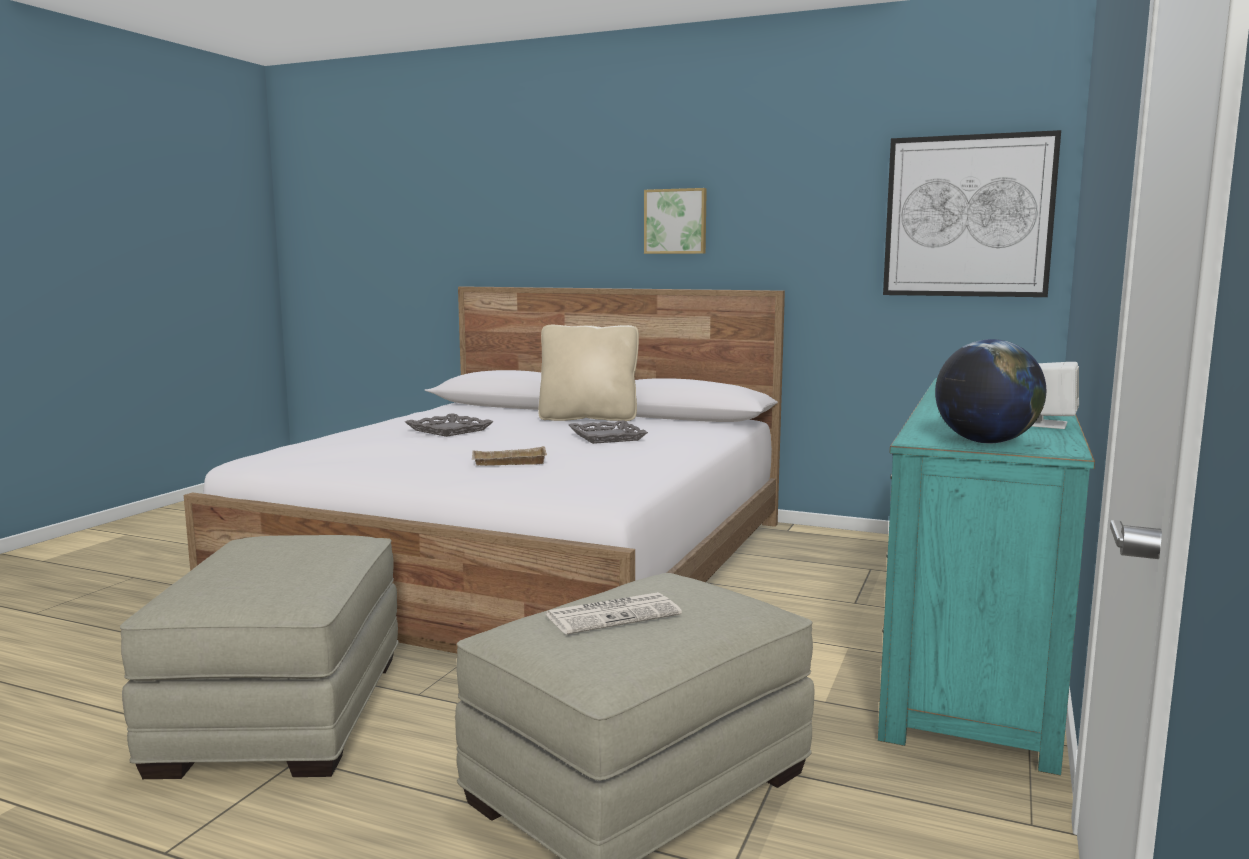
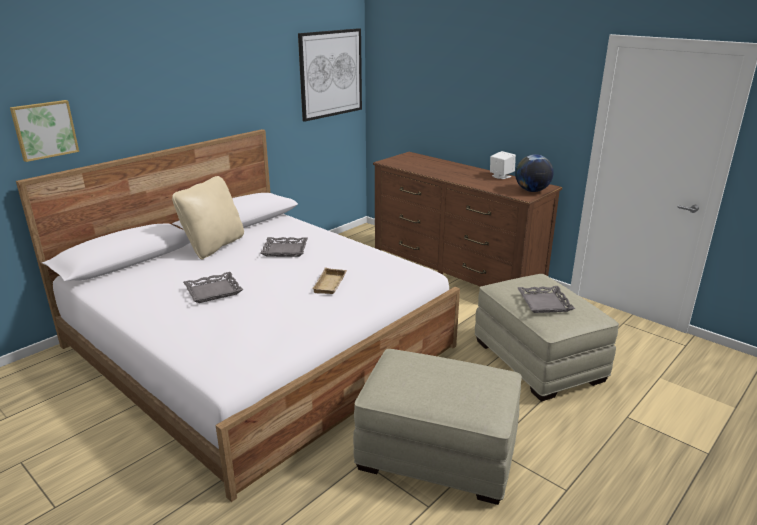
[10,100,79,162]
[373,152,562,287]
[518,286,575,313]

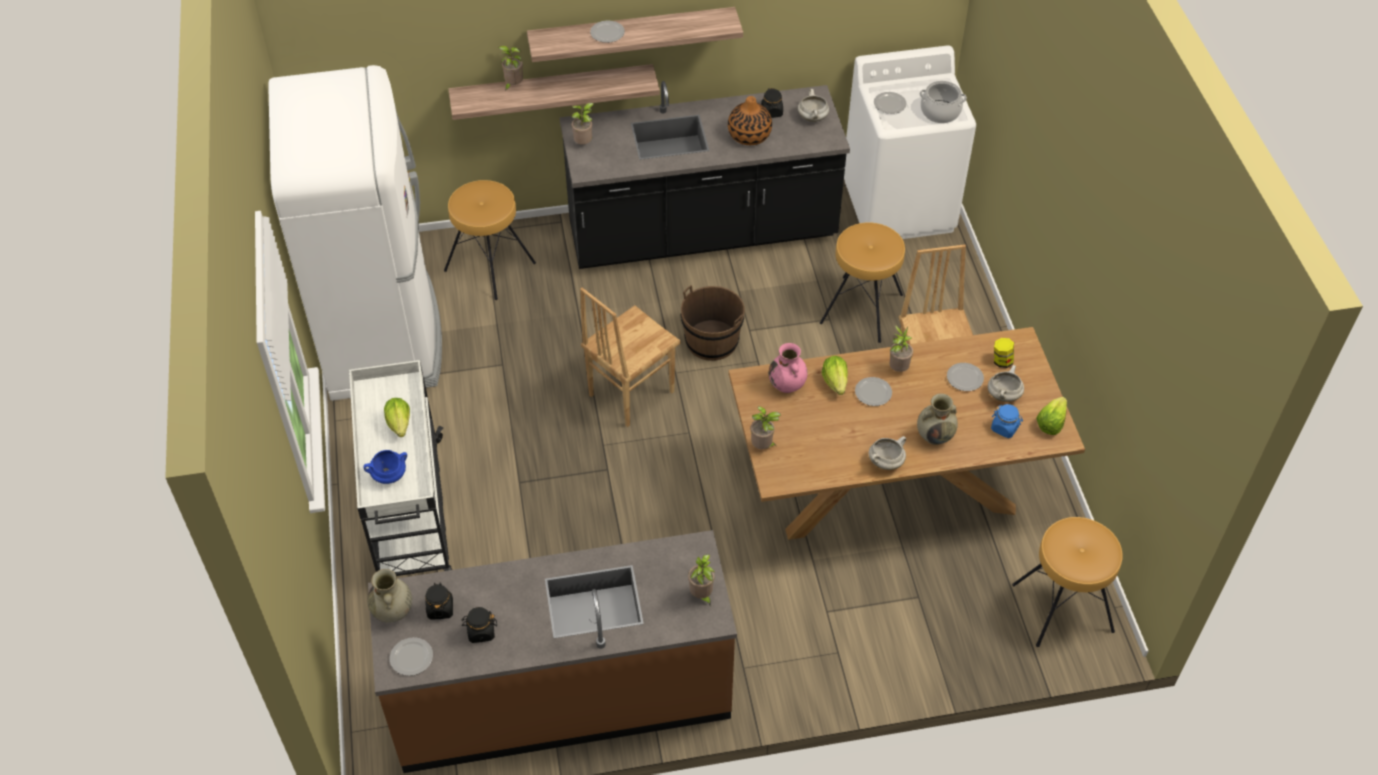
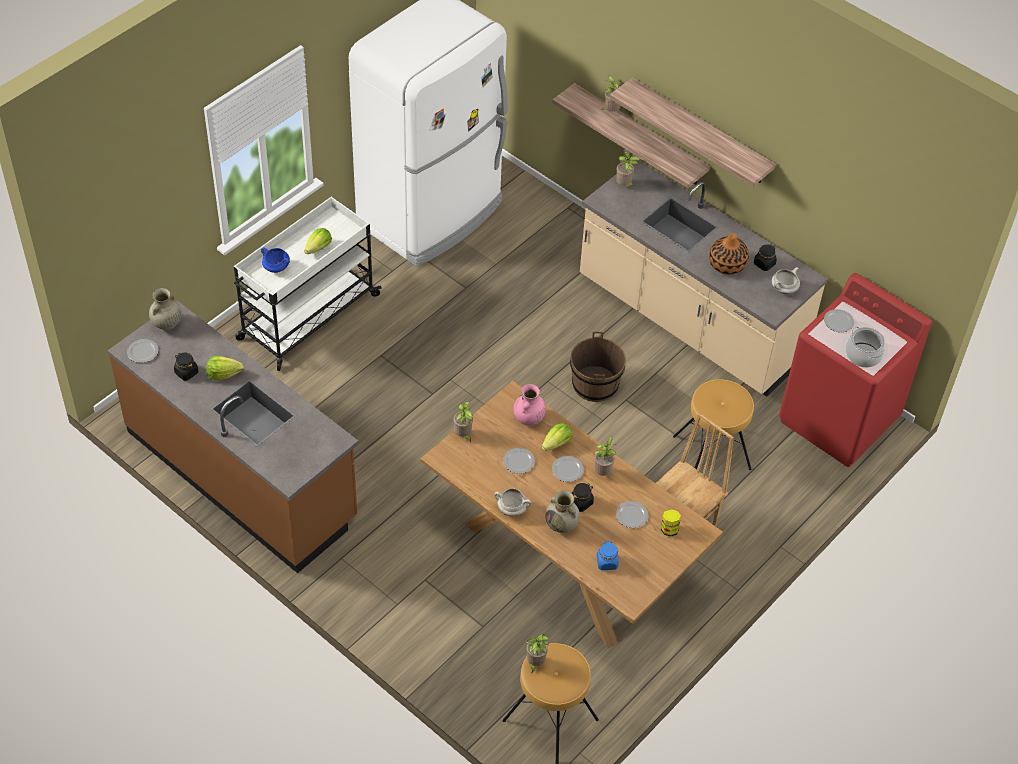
[206,356,244,380]
[503,448,535,474]
[526,634,549,672]
[572,483,594,512]
[580,160,828,397]
[779,273,932,467]
[444,180,536,300] (first image)
[580,288,681,427] (first image)
[988,365,1024,402] (first image)

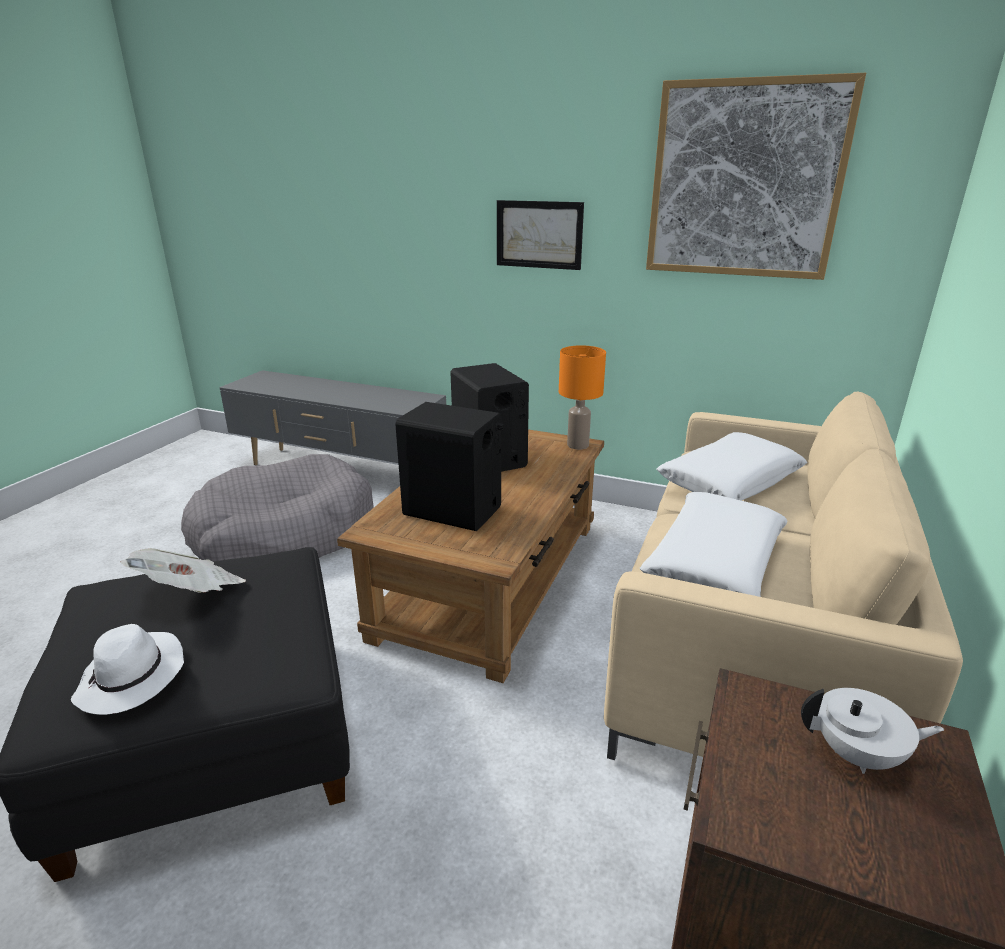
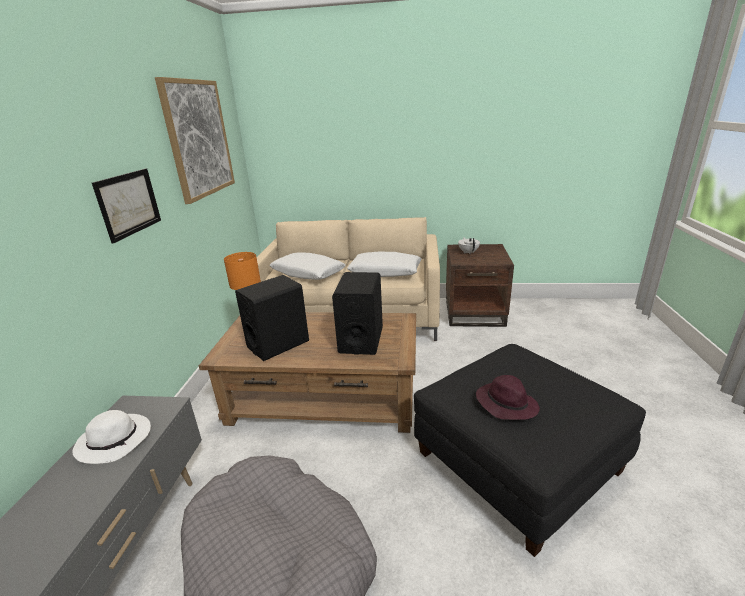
[72,410,151,464]
[476,375,540,420]

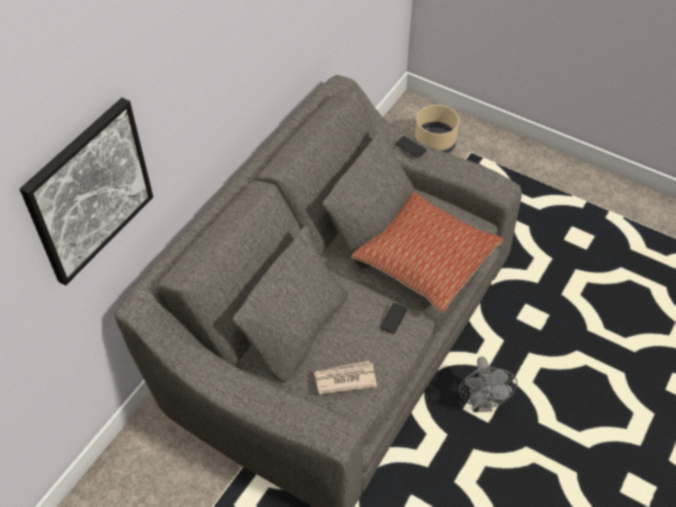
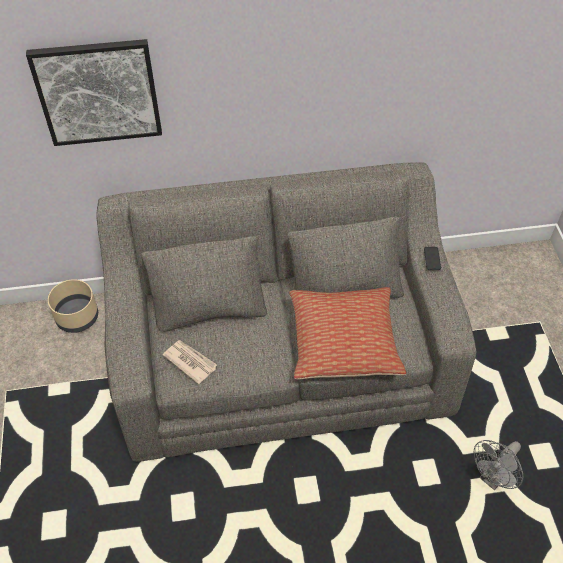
[48,279,98,333]
[474,440,524,490]
[380,303,407,334] (first image)

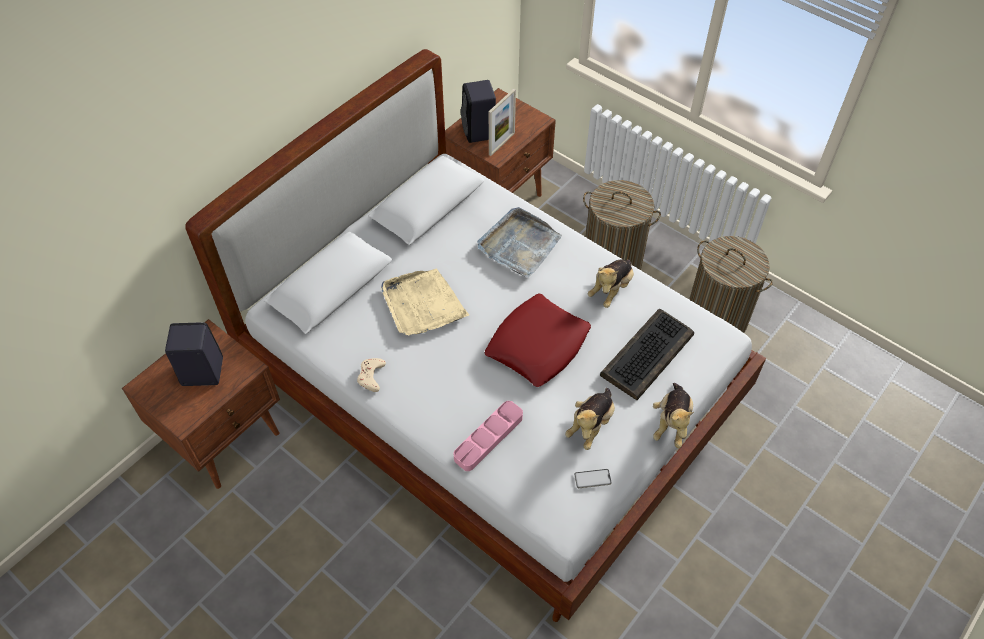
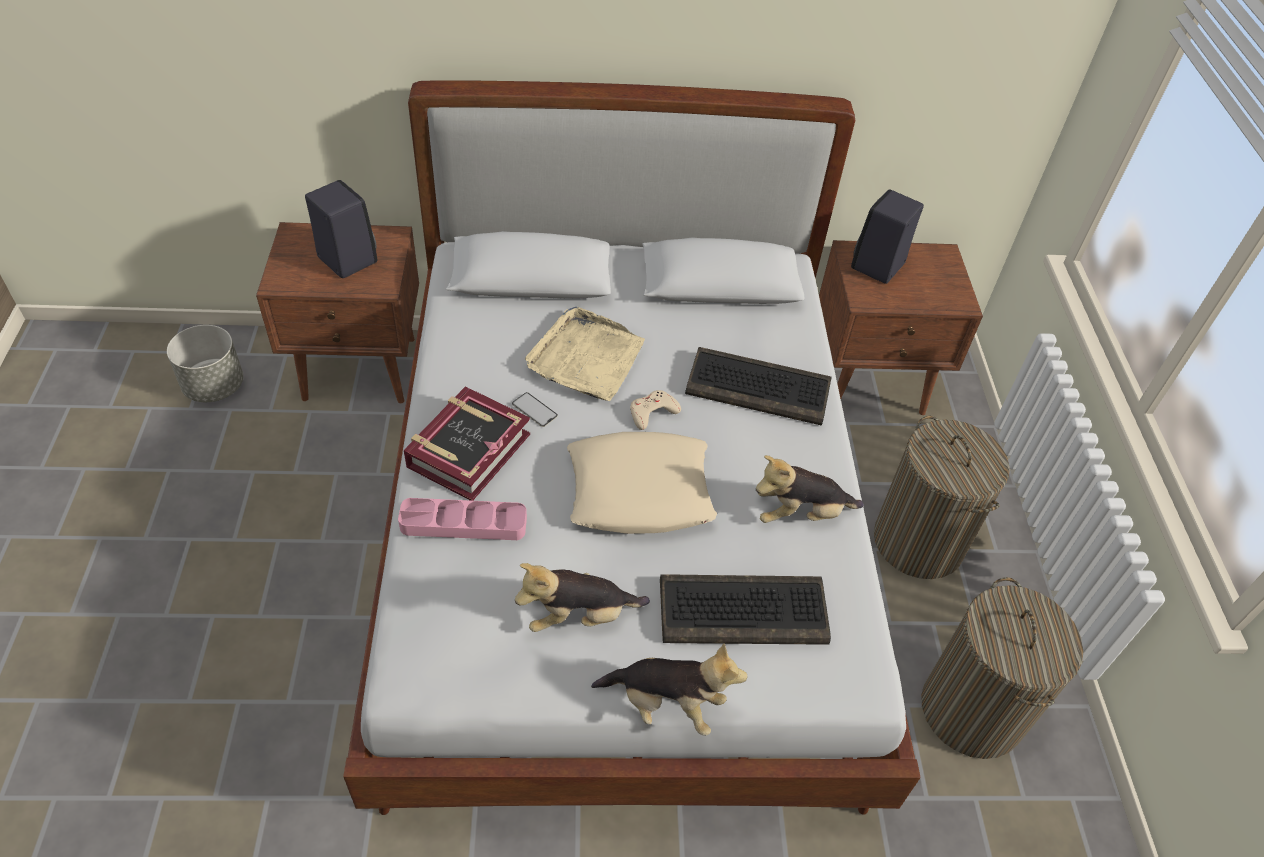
[167,325,243,402]
[404,386,530,501]
[512,392,558,427]
[567,432,717,534]
[591,643,747,736]
[630,390,681,430]
[685,347,832,426]
[489,89,516,156] (first image)

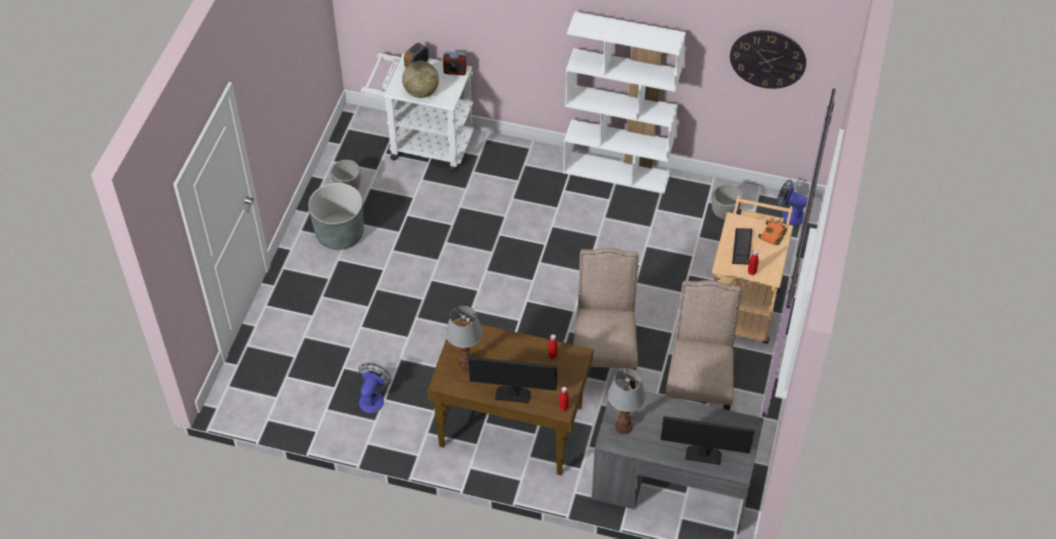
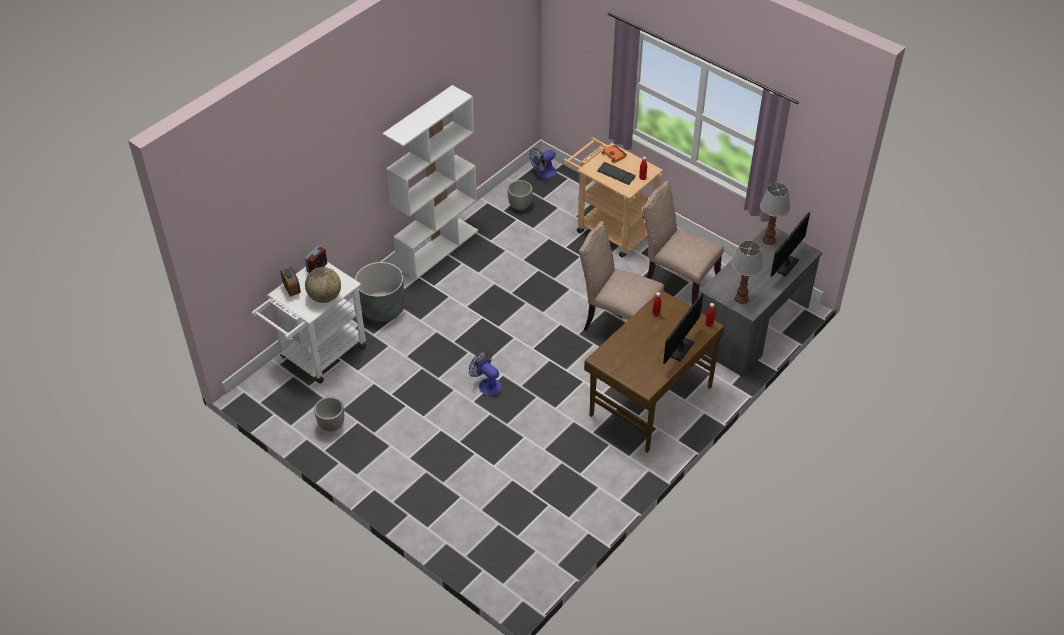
[355,262,404,322]
[469,351,502,395]
[760,183,790,245]
[730,30,806,89] (first image)

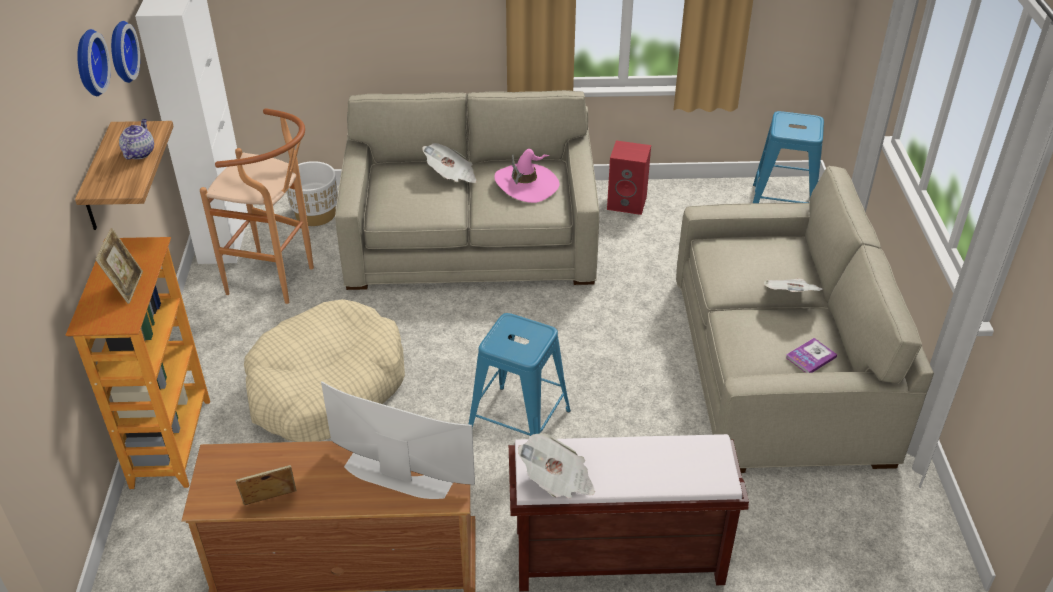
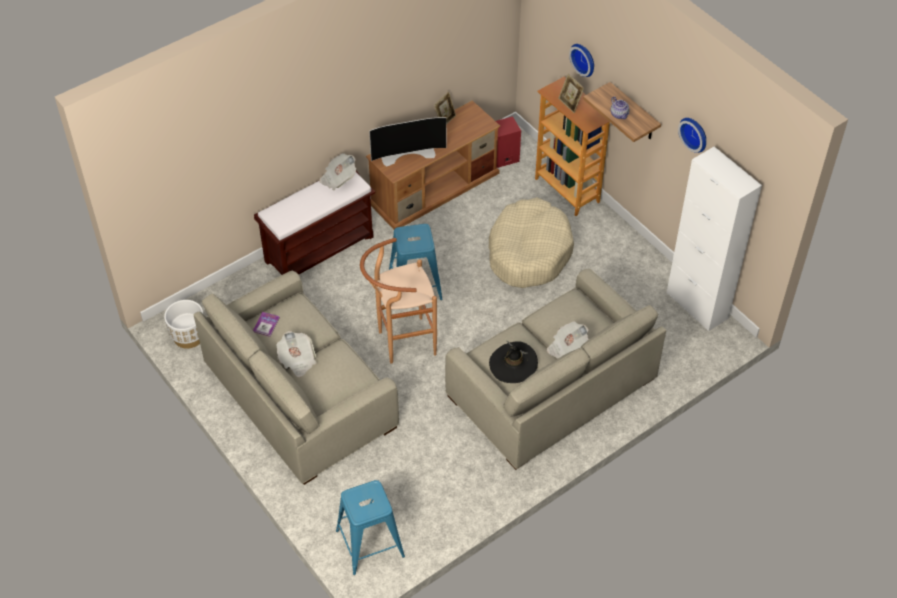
[164,300,203,349]
[360,238,437,364]
[489,341,538,383]
[496,116,521,168]
[569,44,594,77]

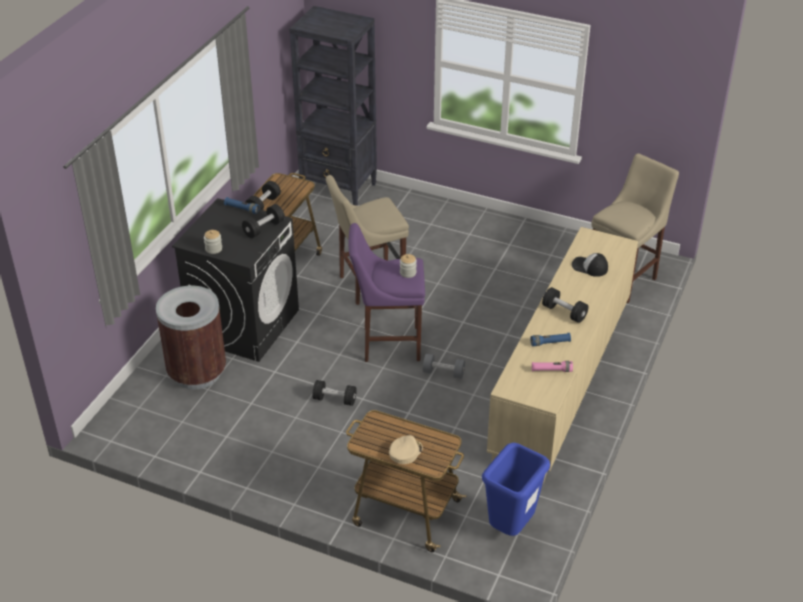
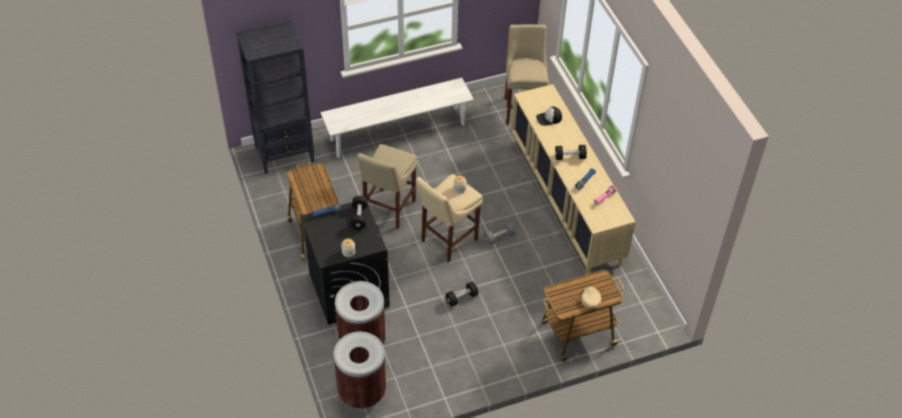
[320,78,474,157]
[334,332,386,409]
[416,174,483,262]
[245,181,281,210] (first image)
[482,443,550,536] (first image)

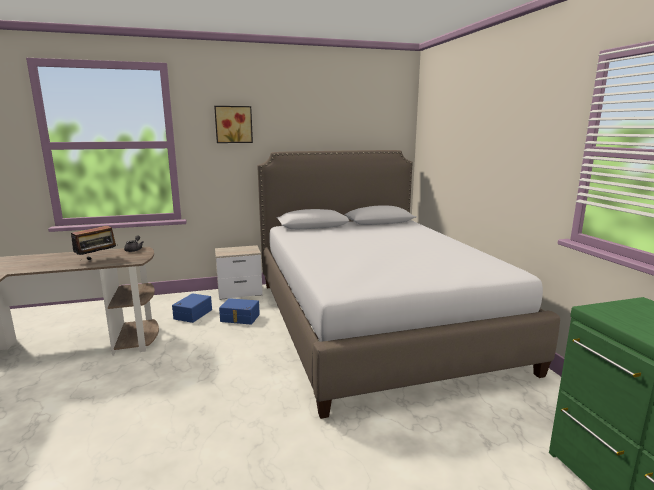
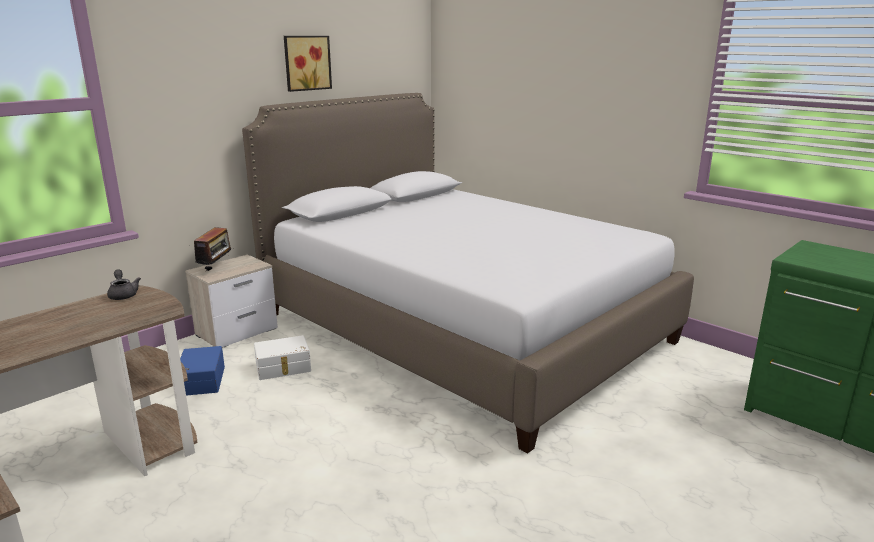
[189,227,234,271]
[254,335,311,380]
[284,36,332,92]

